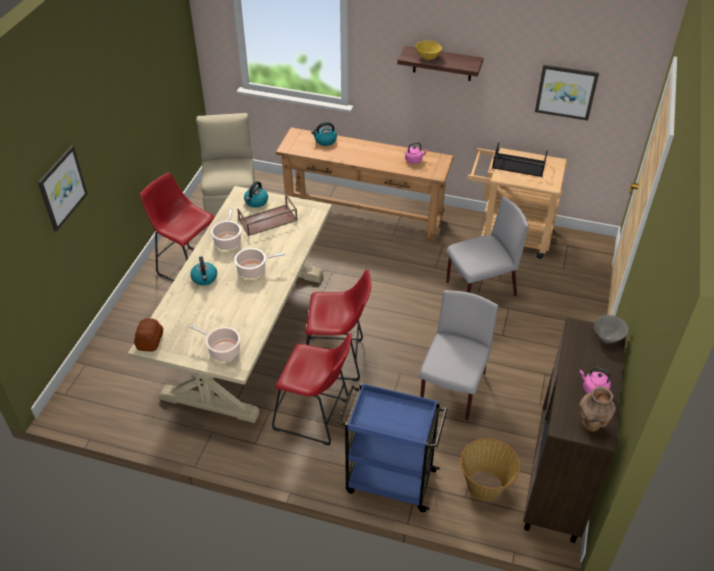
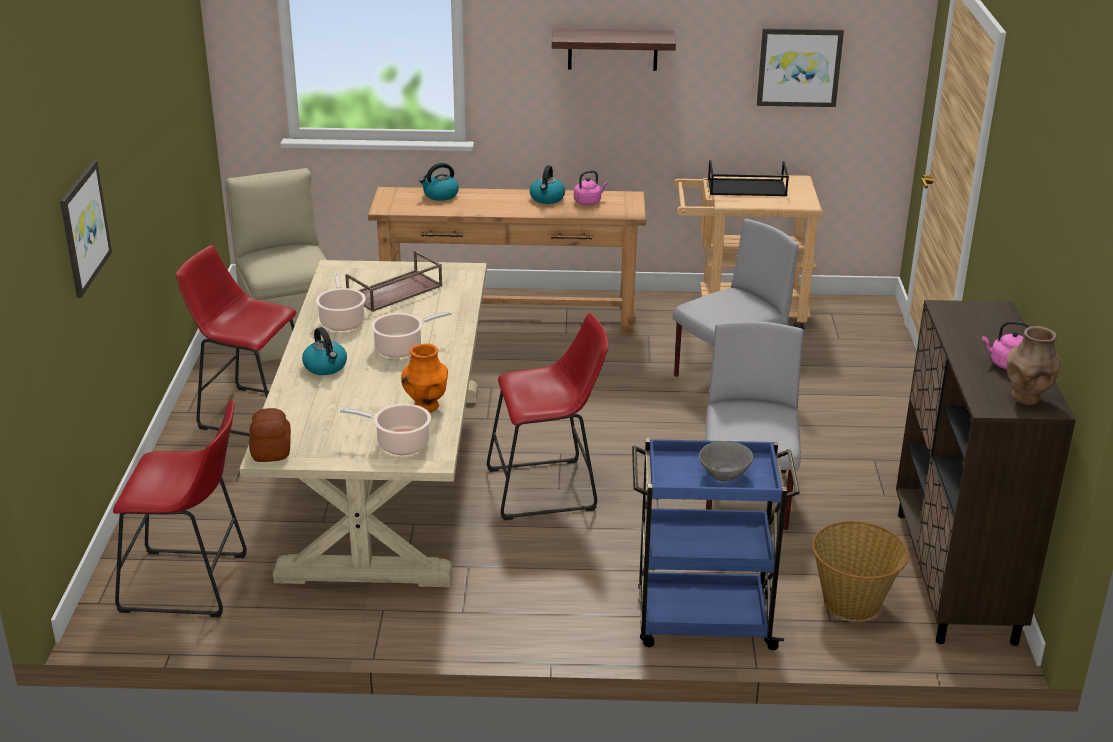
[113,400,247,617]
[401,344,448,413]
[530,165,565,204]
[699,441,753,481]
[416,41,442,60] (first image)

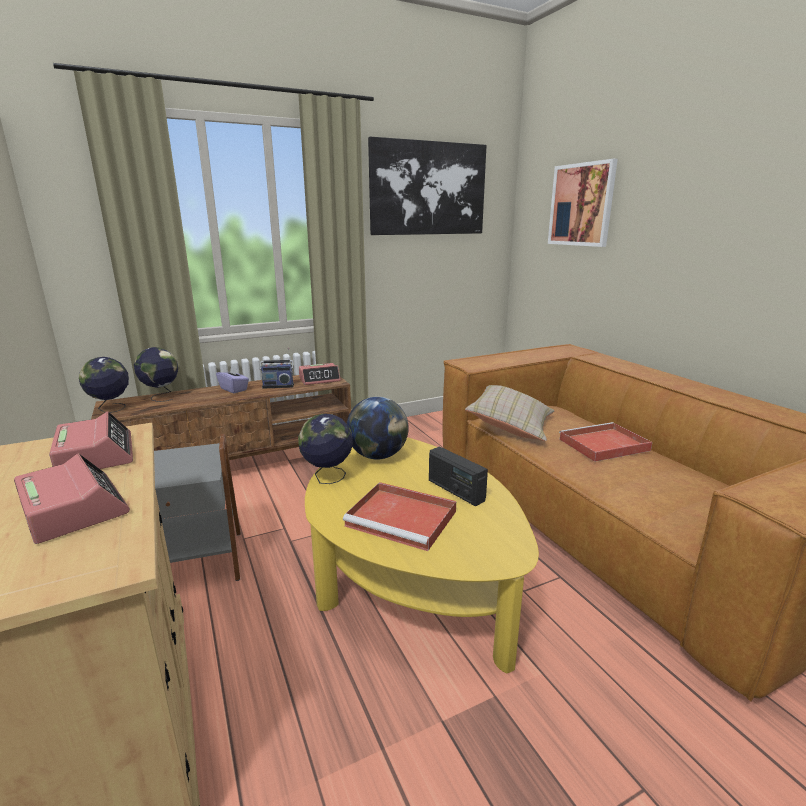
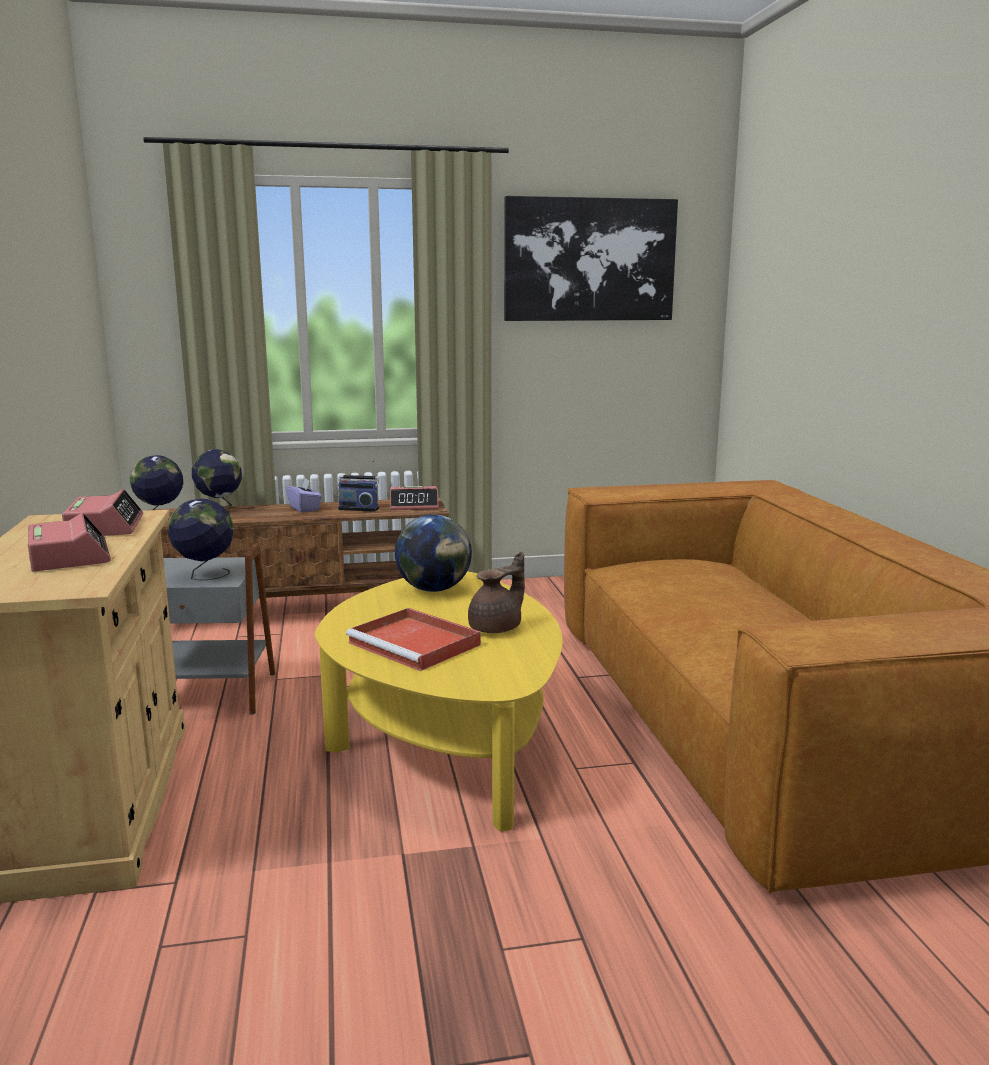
[168,498,234,581]
[468,552,525,633]
[465,385,554,441] (first image)
[548,159,618,247] (first image)
[559,422,652,462] (first image)

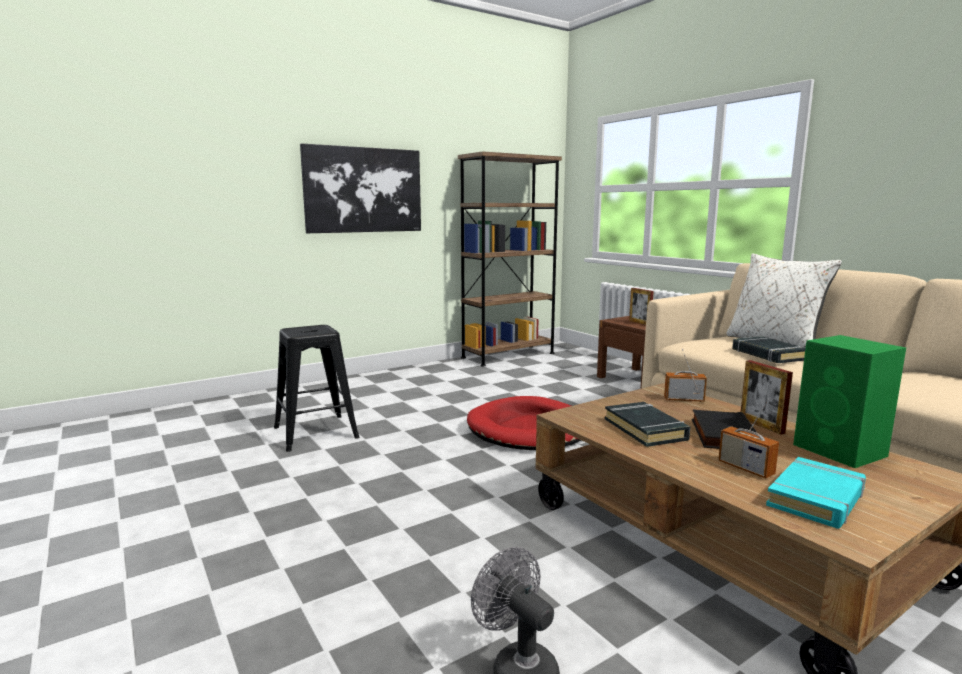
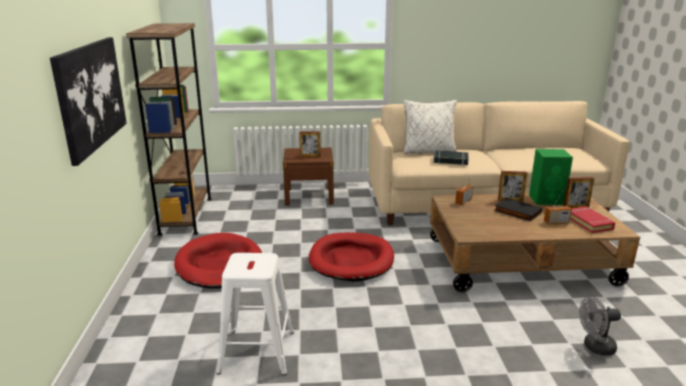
[174,233,262,289]
[217,253,294,376]
[564,177,595,208]
[570,206,615,233]
[605,402,690,447] (first image)

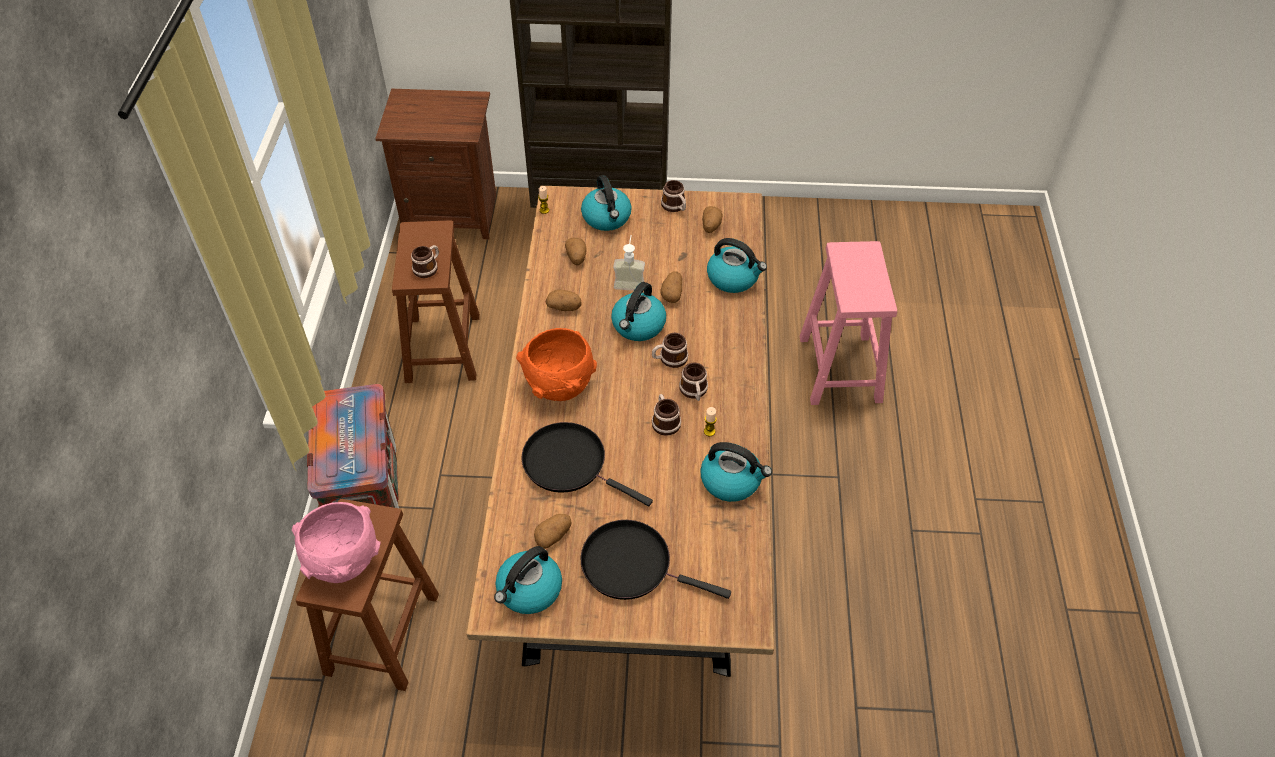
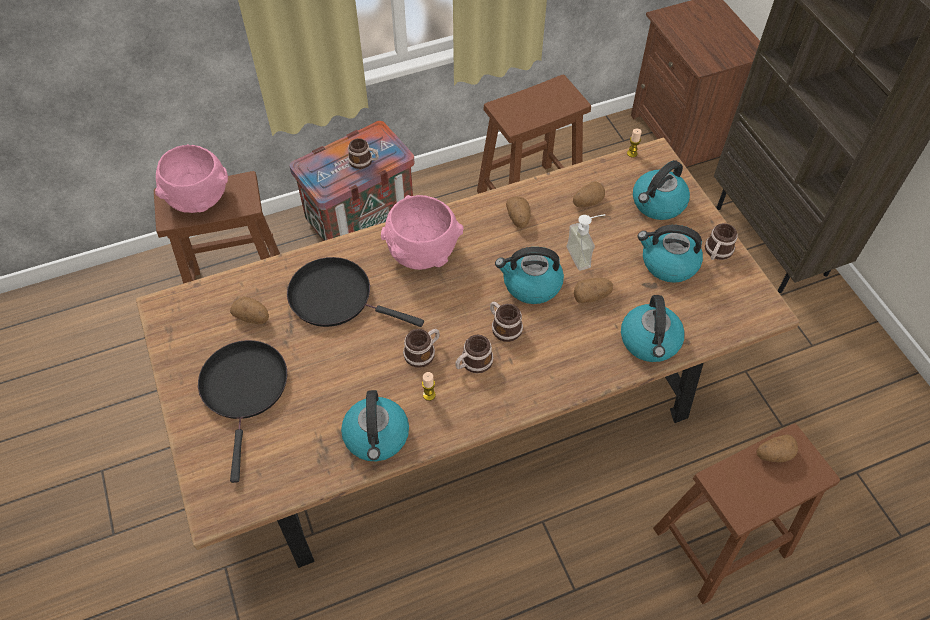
[287,257,424,327]
[348,138,379,169]
[381,195,463,270]
[637,225,703,283]
[653,424,840,604]
[756,434,798,463]

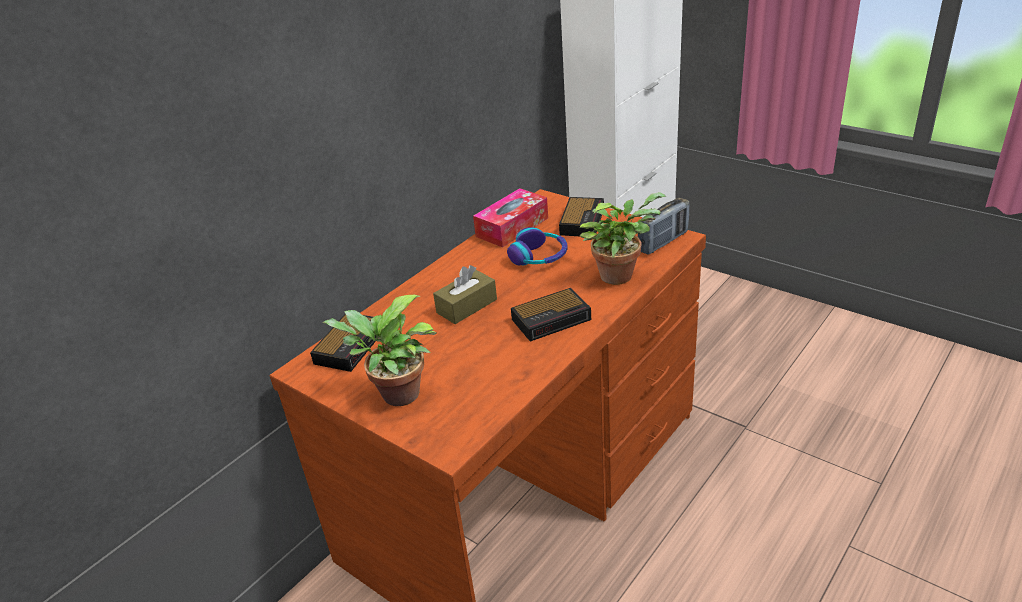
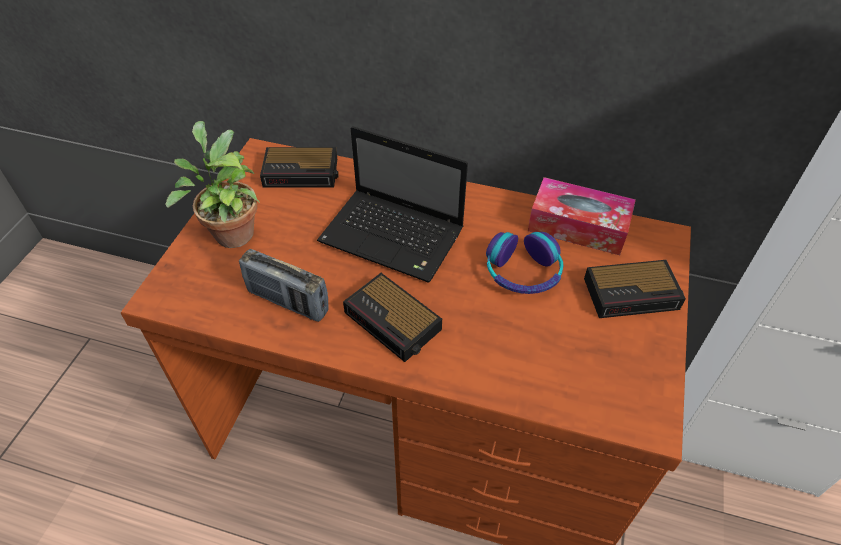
[239,249,329,322]
[317,126,468,283]
[580,192,666,285] (first image)

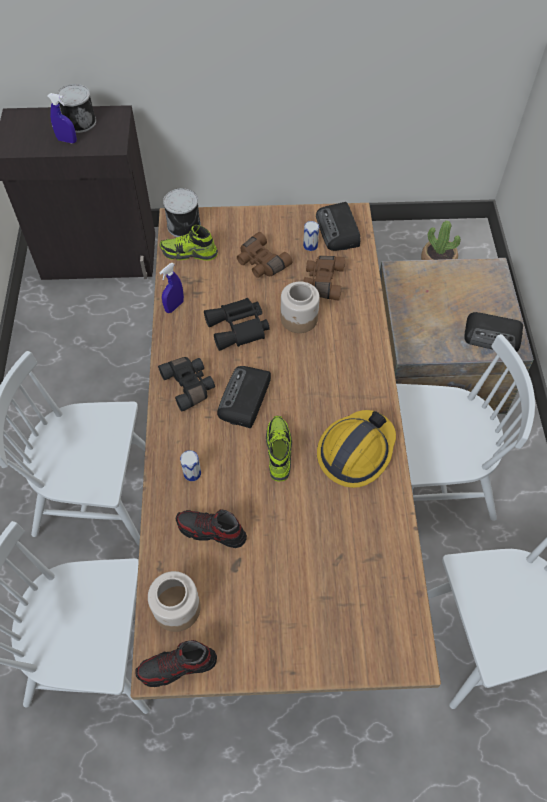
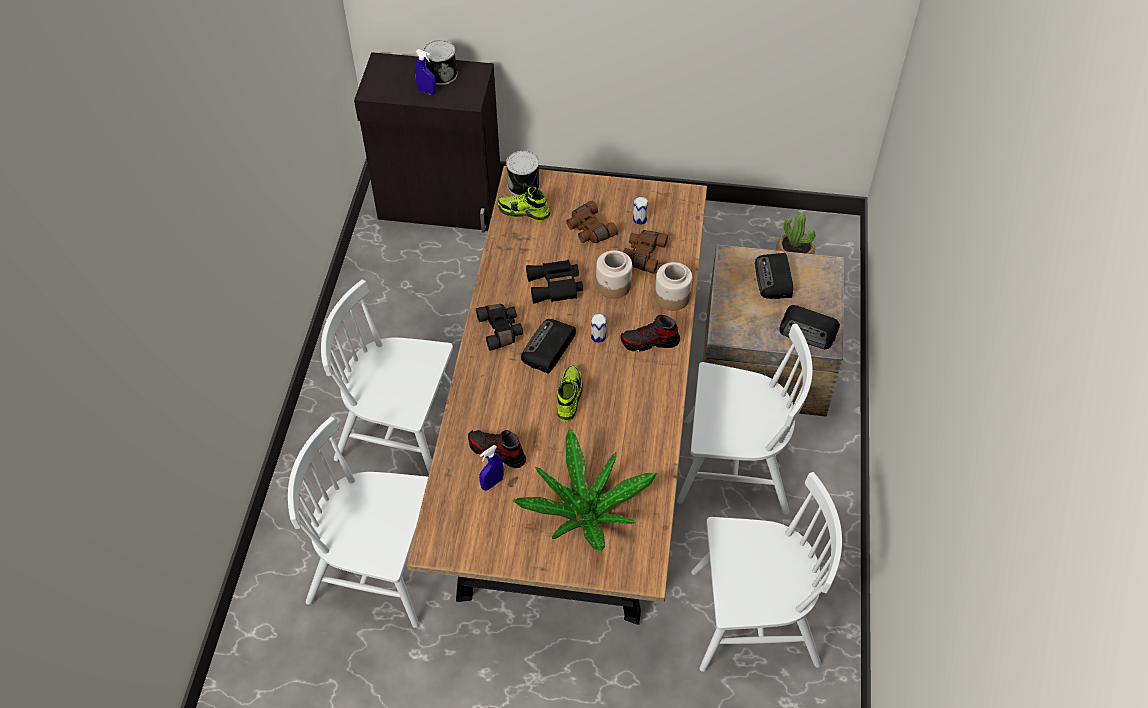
[479,445,504,491]
[512,427,657,551]
[591,314,607,343]
[620,315,680,351]
[655,262,692,311]
[755,253,793,299]
[317,410,396,488] (first image)

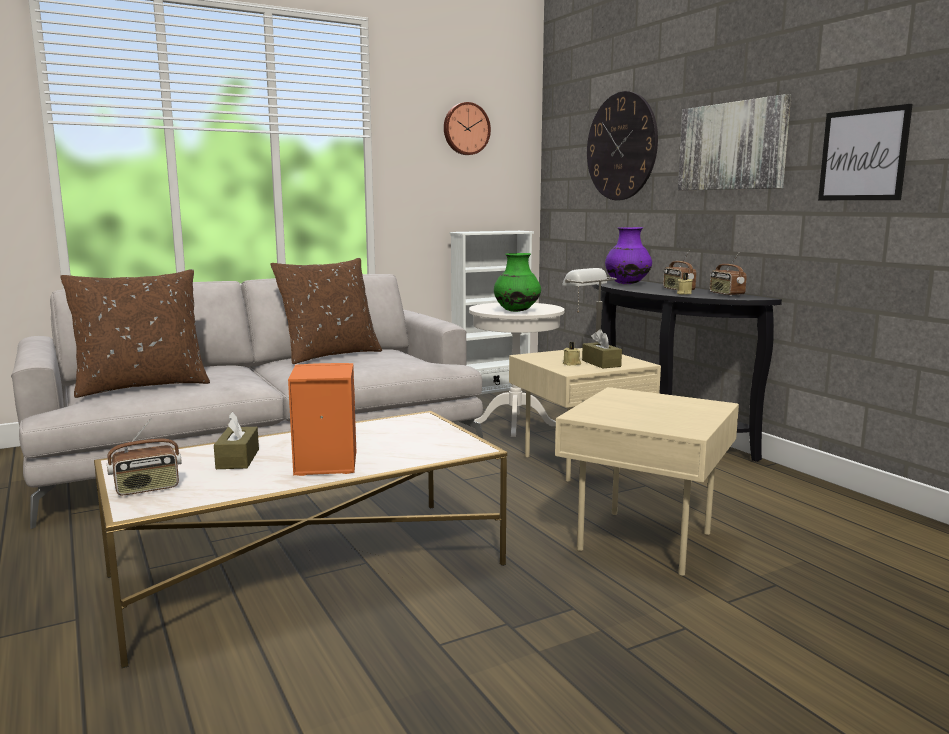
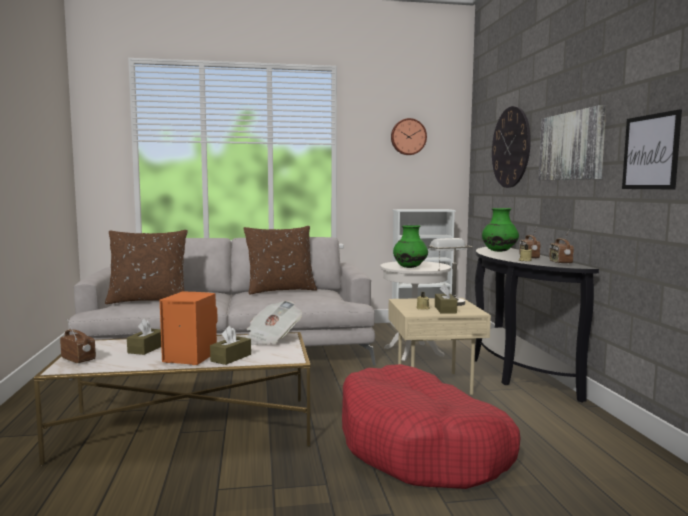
[60,319,96,364]
[210,326,251,365]
[246,301,302,345]
[342,364,521,489]
[482,208,519,252]

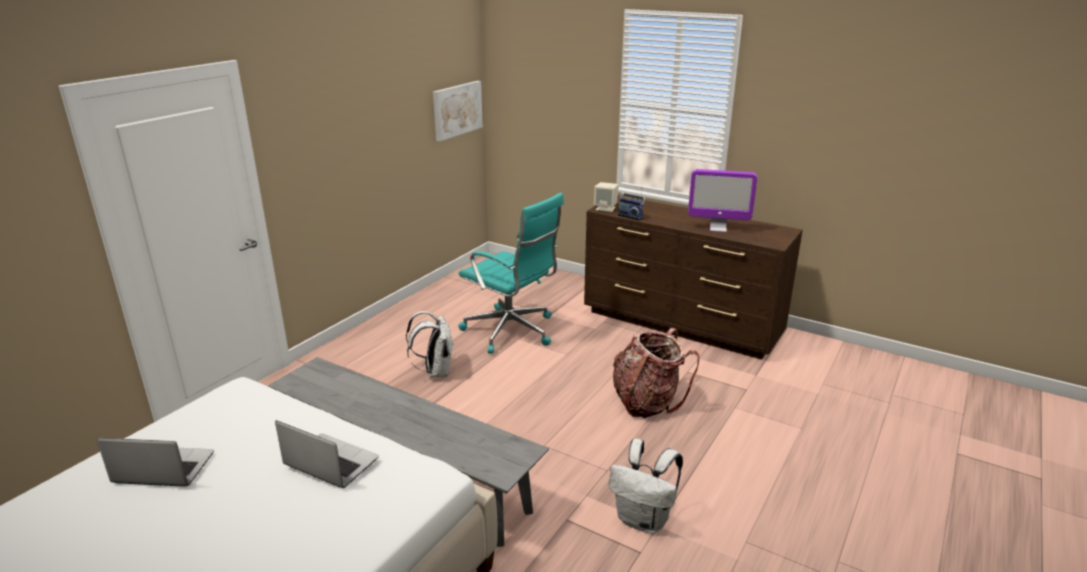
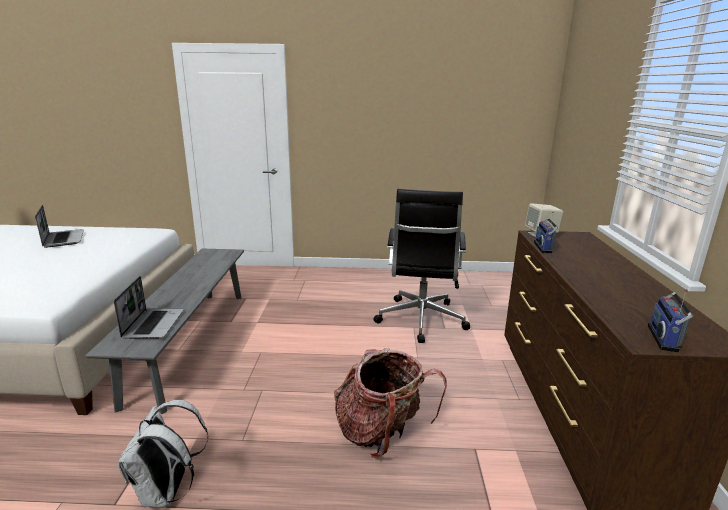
[114,276,184,339]
[374,189,470,343]
[648,289,693,352]
[406,311,453,378] (first image)
[433,81,483,141] (first image)
[688,169,757,232] (first image)

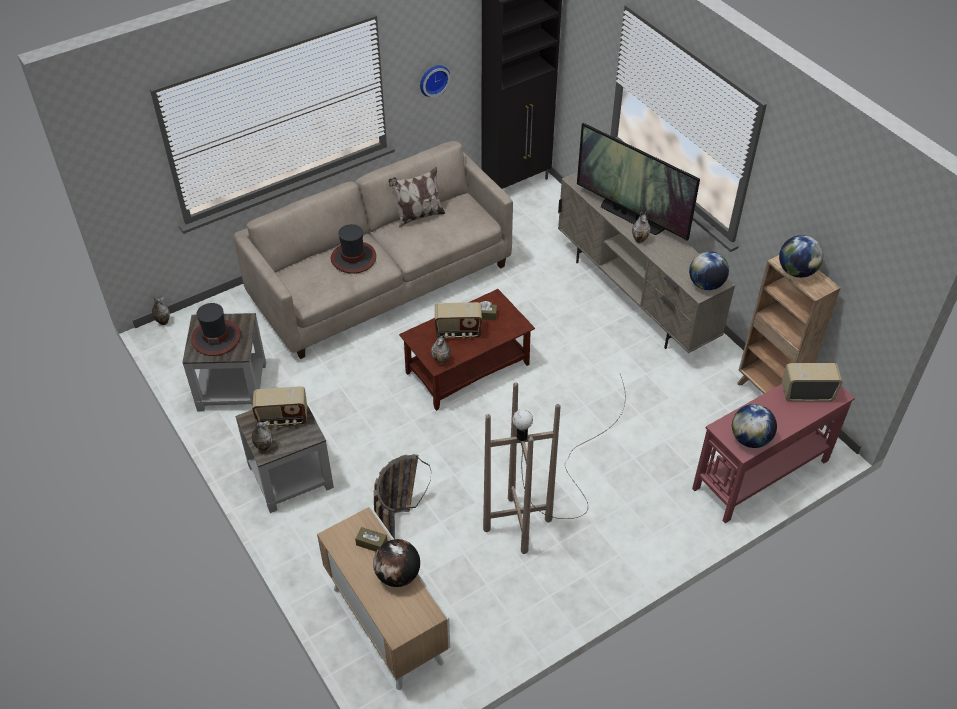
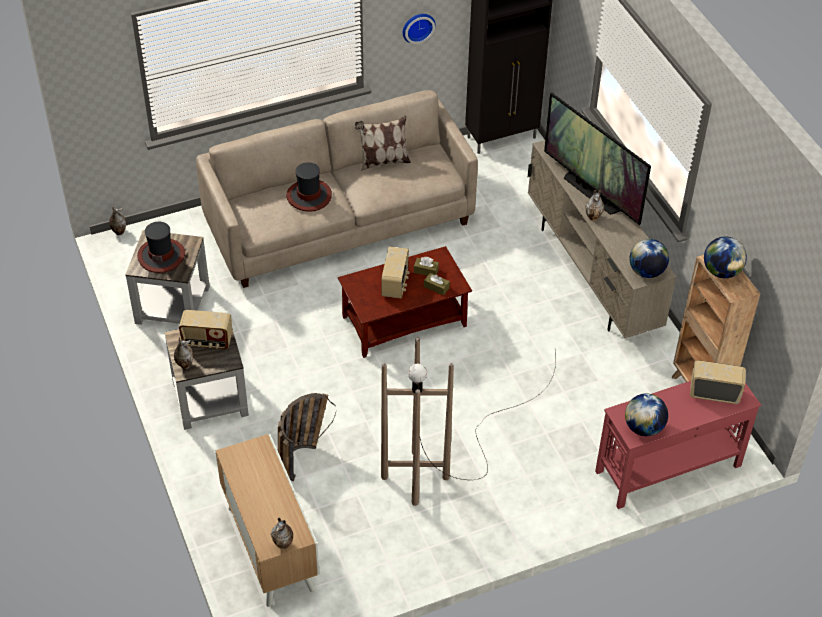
[271,518,293,549]
[381,247,410,299]
[424,273,450,296]
[373,539,420,587] (first image)

